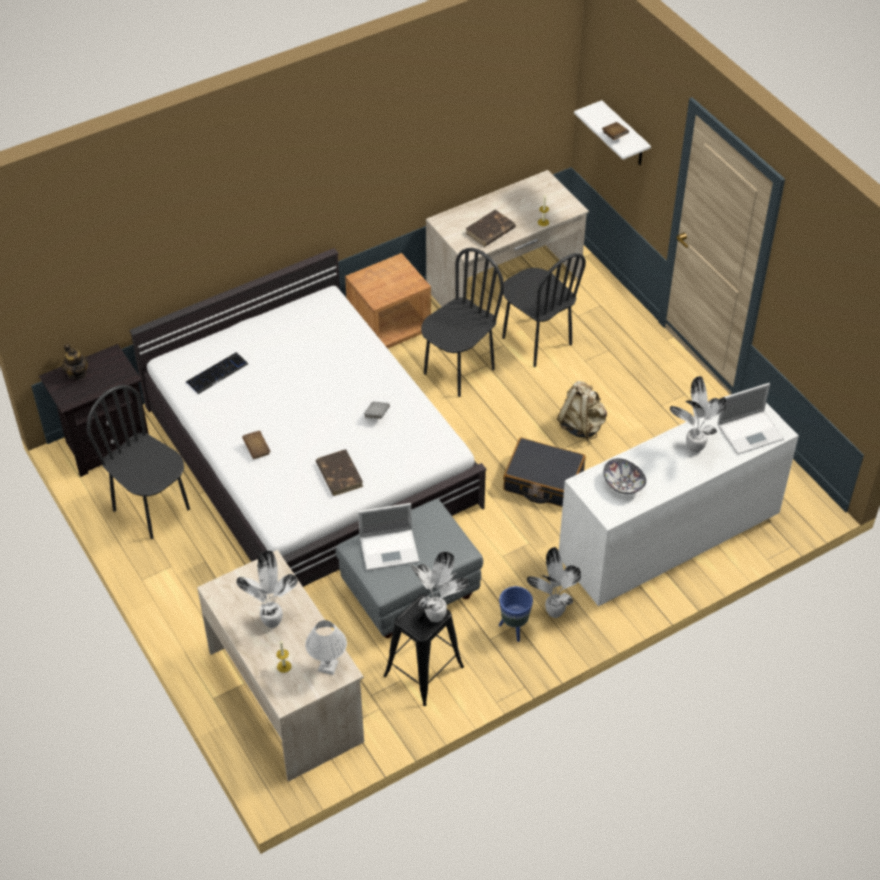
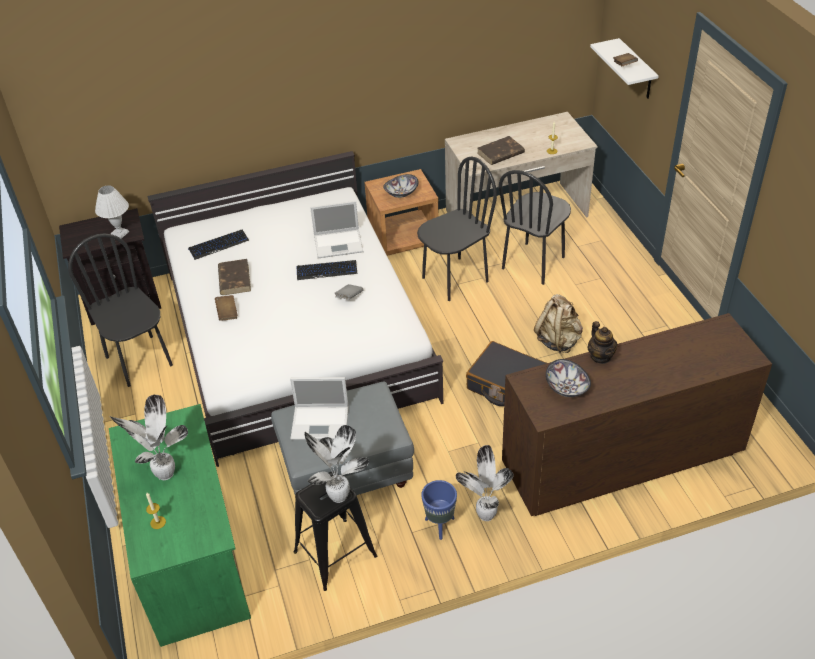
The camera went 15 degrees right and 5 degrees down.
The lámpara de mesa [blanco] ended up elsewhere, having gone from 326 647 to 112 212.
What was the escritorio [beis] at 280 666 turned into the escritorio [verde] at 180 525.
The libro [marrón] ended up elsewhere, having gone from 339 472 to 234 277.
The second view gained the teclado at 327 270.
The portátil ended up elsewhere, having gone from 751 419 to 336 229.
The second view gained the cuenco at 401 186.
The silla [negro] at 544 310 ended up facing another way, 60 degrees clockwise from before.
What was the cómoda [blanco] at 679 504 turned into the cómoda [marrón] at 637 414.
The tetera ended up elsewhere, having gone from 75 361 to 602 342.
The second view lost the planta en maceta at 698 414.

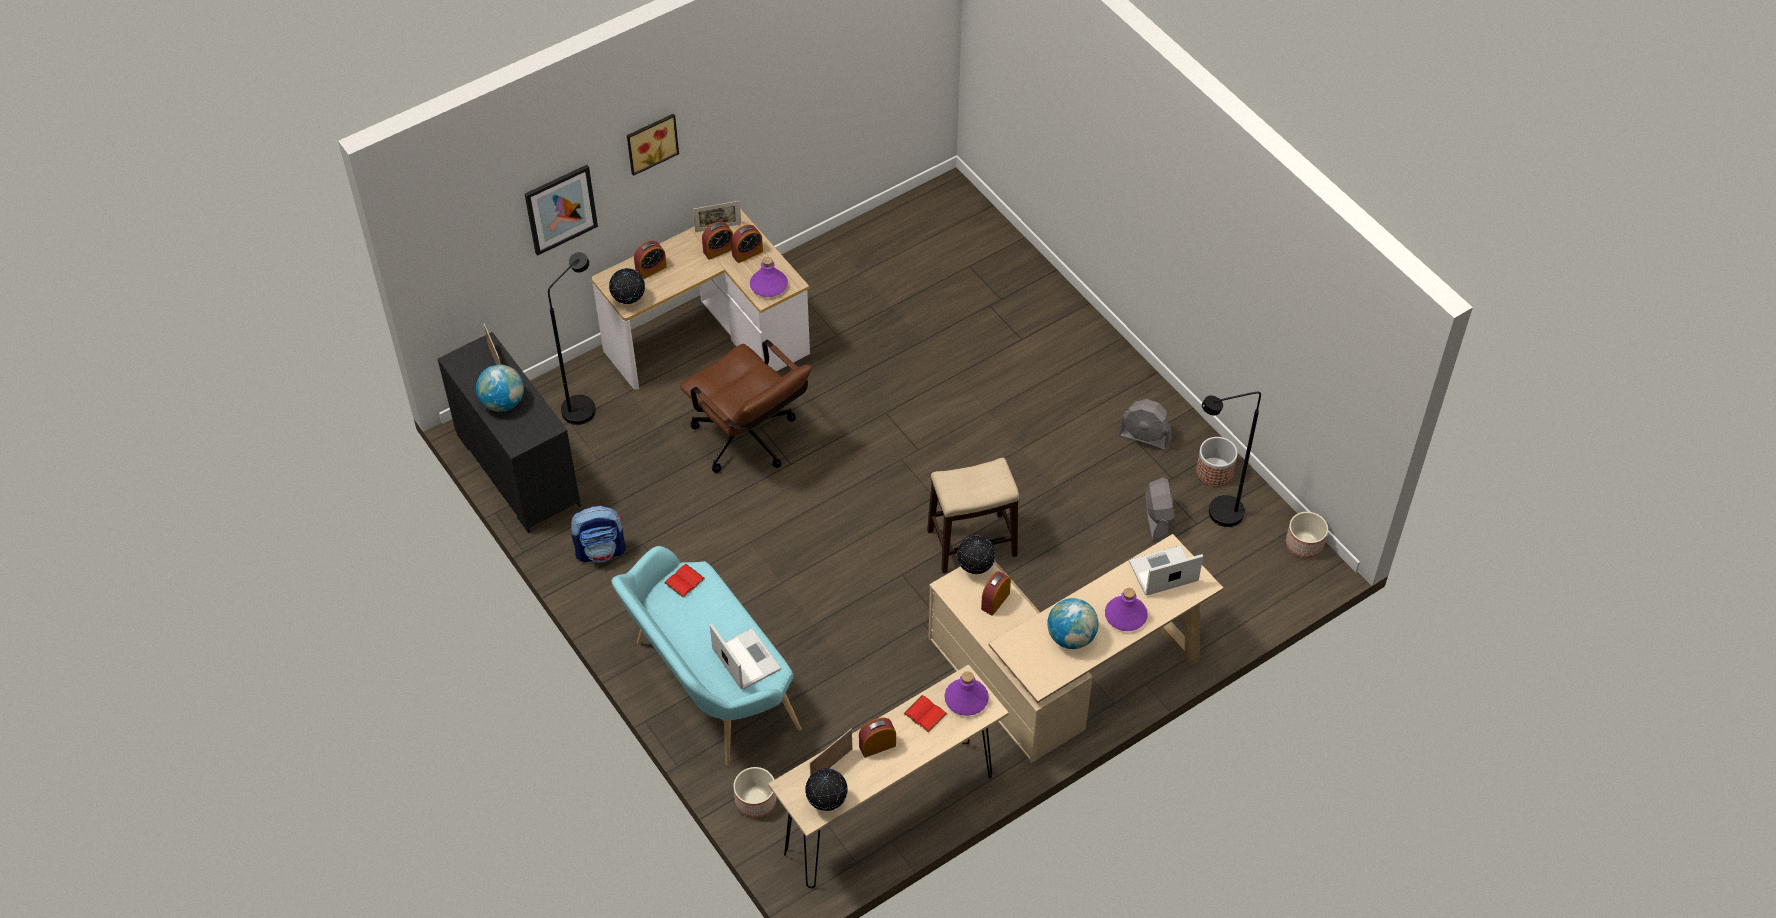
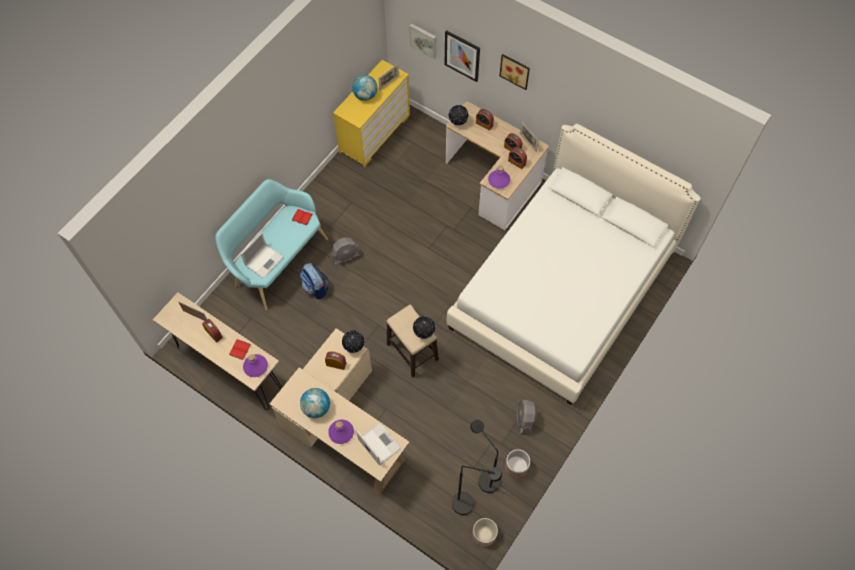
The camera went 70 degrees right and 10 degrees up.
The mochila ended up elsewhere, having gone from 598 534 to 314 281.
The ventilador [gris] ended up elsewhere, having gone from 1160 509 to 345 251.
What was the cómoda [negro] at 509 432 turned into the cómoda [amarillo] at 371 113.
The second view gained the cuadro at 422 41.
The globo terráqueo ended up elsewhere, having gone from 826 789 to 424 327.
The second view gained the cama [blanco] at 574 264.
The lámpara de pie [negro] ended up elsewhere, having gone from 572 338 to 477 490.
The second view lost the silla de oficina [marrón] at 746 406.
The second view lost the maceta at 754 792.

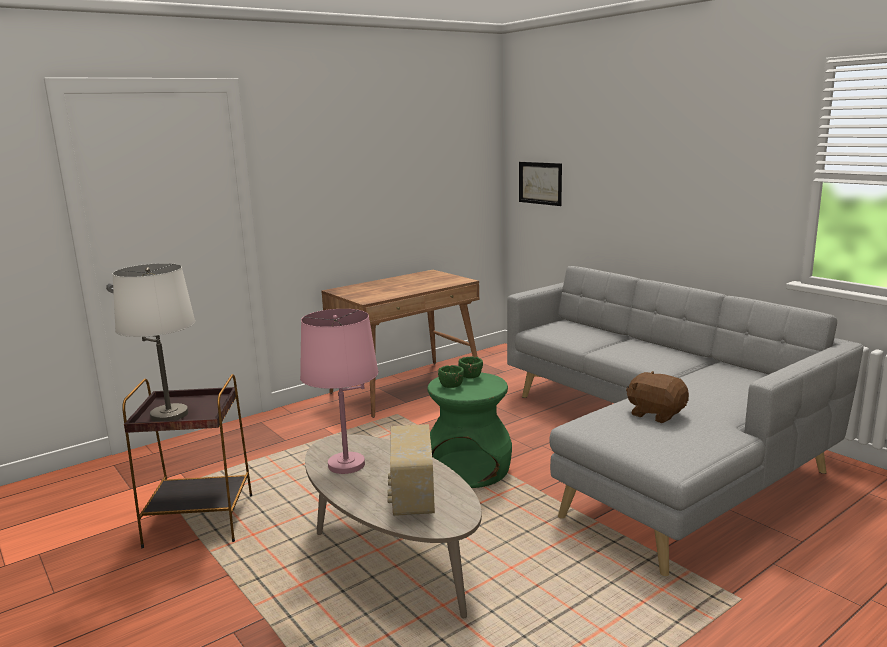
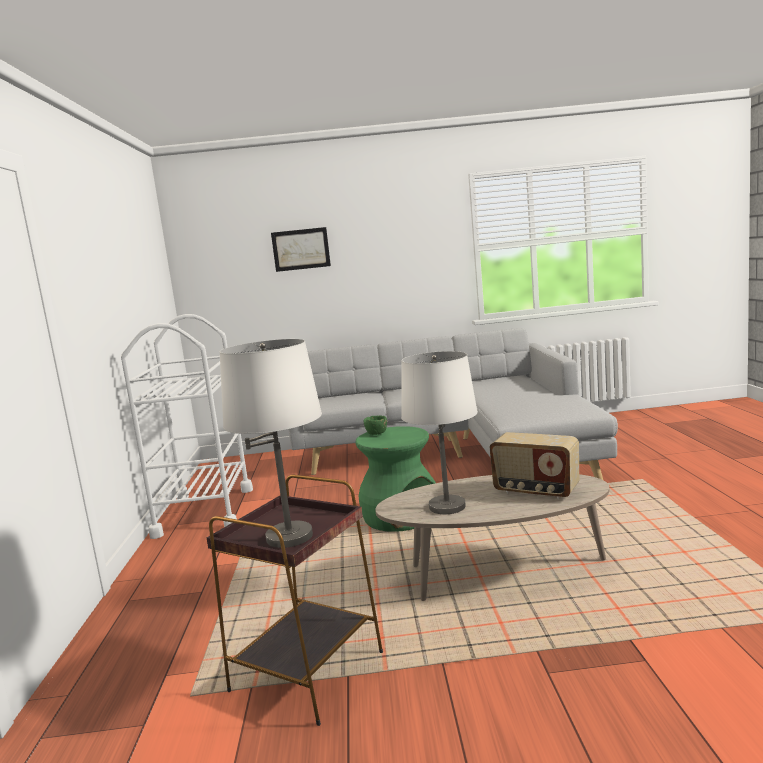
The camera went 55 degrees left and 5 degrees down.
Where the escritorio [marrón] stood at 400 344, the carrito [blanco] came to stand at 187 426.
The cuadro ended up elsewhere, having gone from 540 184 to 301 249.
What was the lámpara de mesa [rosa] at 339 391 turned into the lámpara de mesa [blanco] at 439 432.
The second view lost the cuenco [verde] at 451 376.
The second view lost the peluche [marrón] at 657 397.

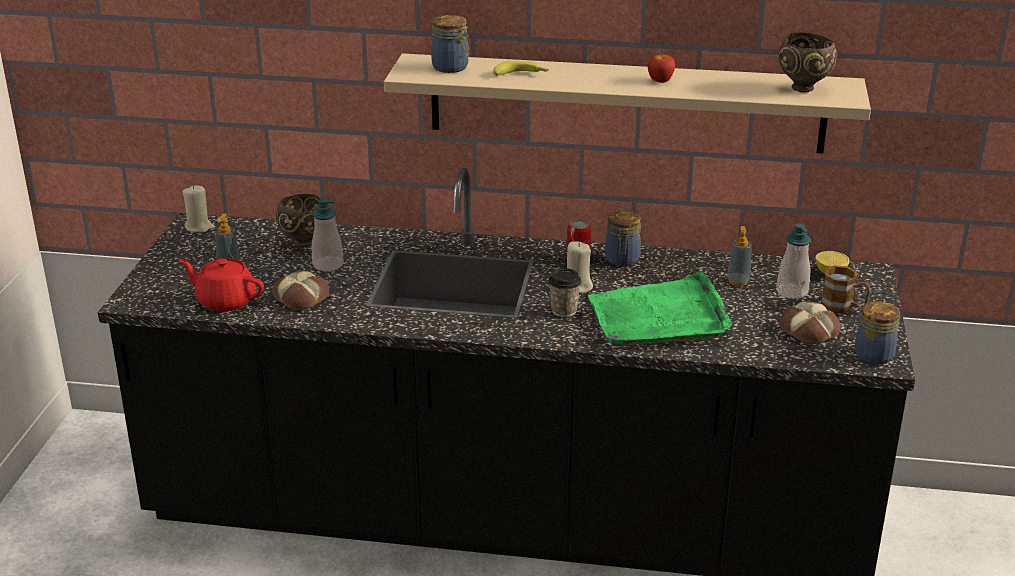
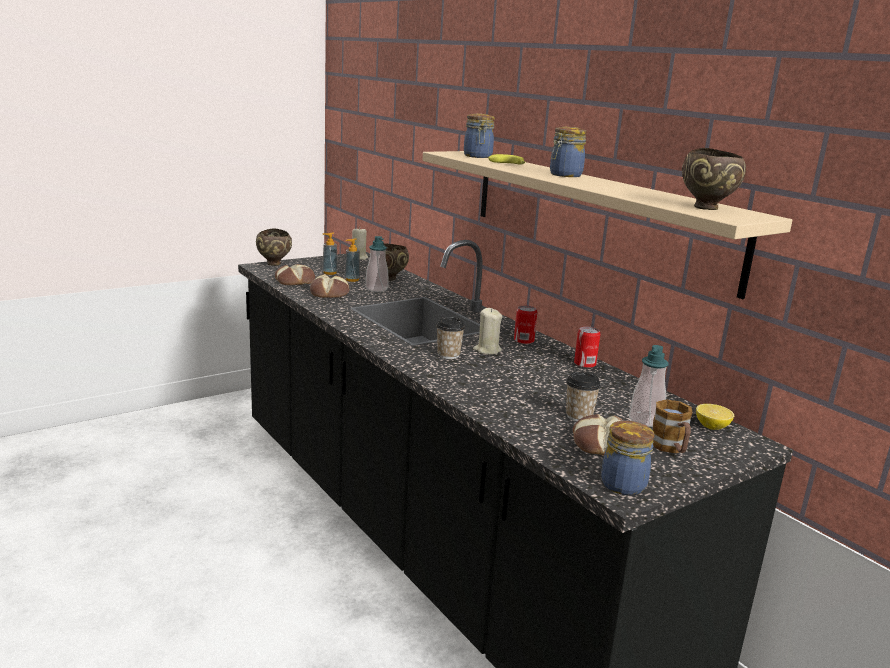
The camera went 45 degrees right and 10 degrees down.
The second view gained the cuenco [marrón] at 274 247.
Where the tetera [rojo] stood at 221 285, the pan came to stand at 295 274.
The dispensador de jabón ended up elsewhere, having gone from 739 256 to 352 260.
The tarro ended up elsewhere, having gone from 623 238 to 568 152.
The second view gained the taza at 583 396.
The second view gained the lata at 587 347.
The second view lost the bandeja [verde] at 660 309.
The second view lost the manzana at 661 68.

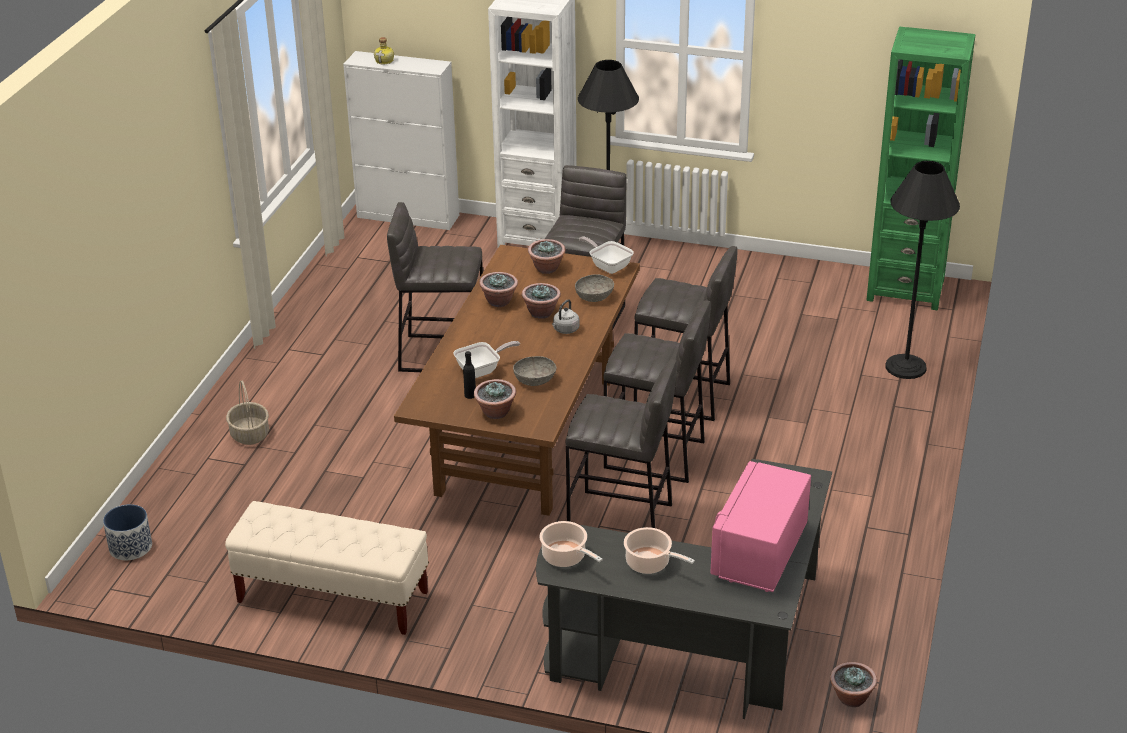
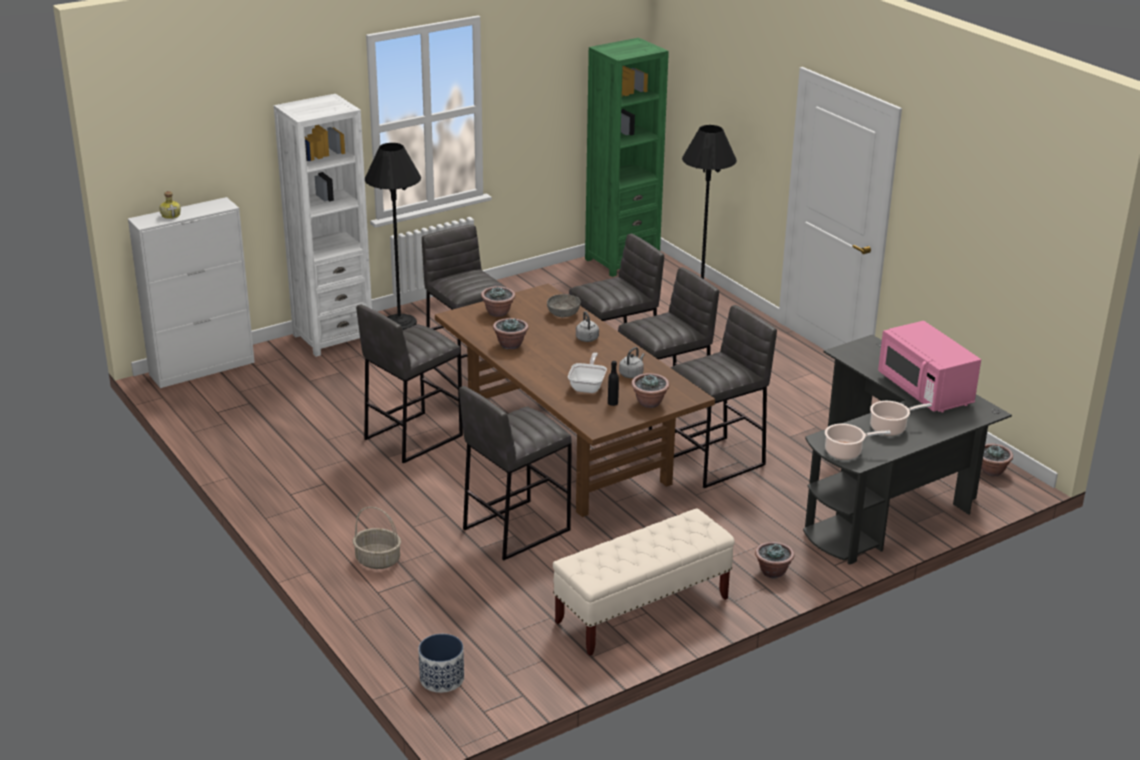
The camera went 50 degrees left and 5 degrees down.
The second view gained the taburete [gris] at 515 473.
Where the cuenco [gris] stood at 534 371, the hervidor [gris] came to stand at 632 362.
The planta en maceta ended up elsewhere, having gone from 541 301 to 774 560.
The second view lost the sartén at 606 255.

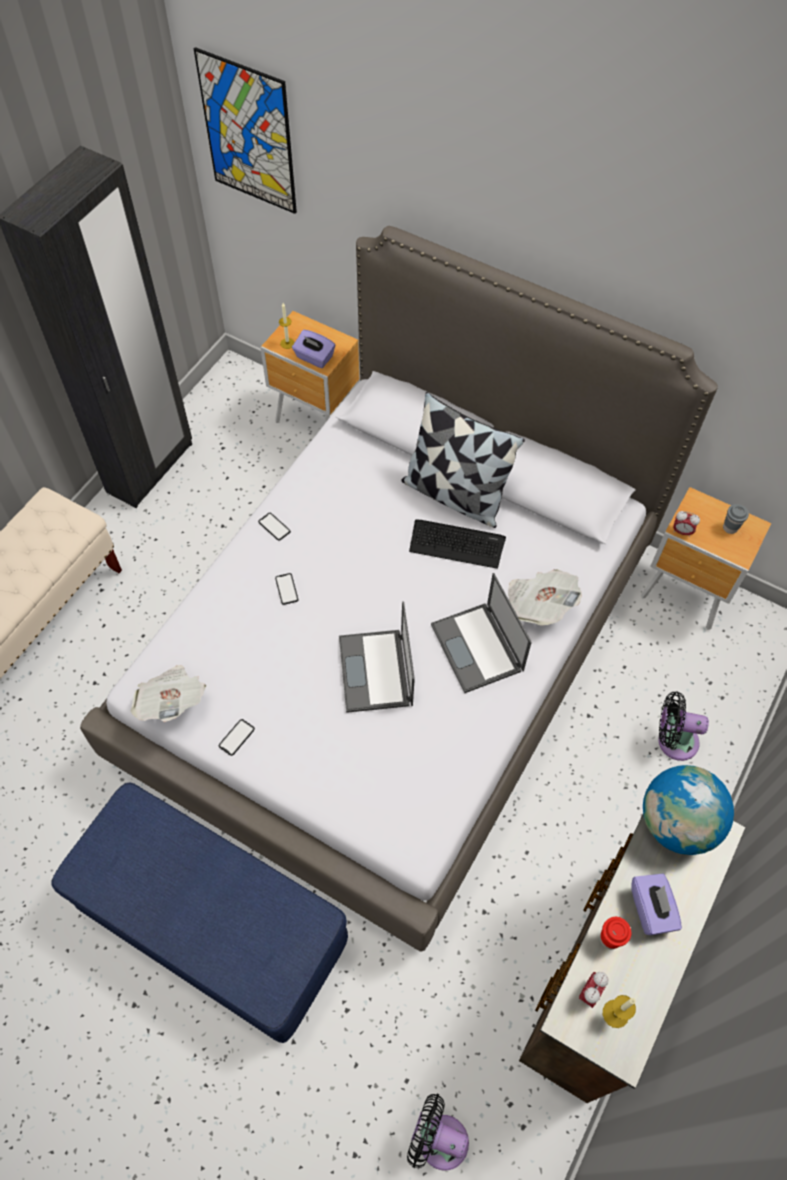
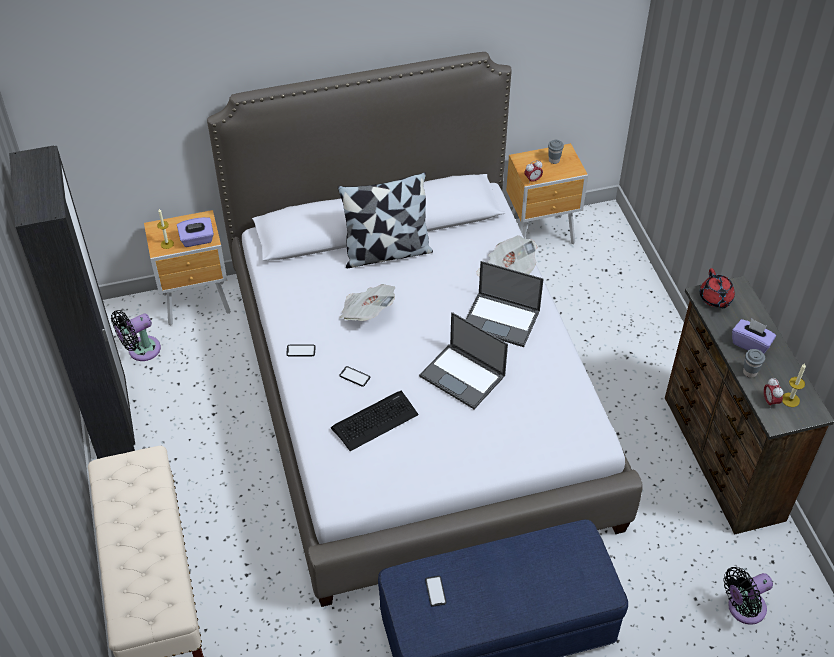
The camera went 45 degrees left and 10 degrees down.
The ventilador [negro] ended up elsewhere, having gone from 683 726 to 136 335.
The teclado ended up elsewhere, having gone from 457 544 to 375 420.
The periódico ended up elsewhere, having gone from 168 693 to 368 302.
The móvil ended up elsewhere, having gone from 237 737 to 435 591.
Where the globo terráqueo stood at 688 810, the tetera [rojo] came to stand at 717 288.
What was the taza [rojo] at 615 933 turned into the taza [gris] at 754 363.
The second view lost the cuadro at 245 130.

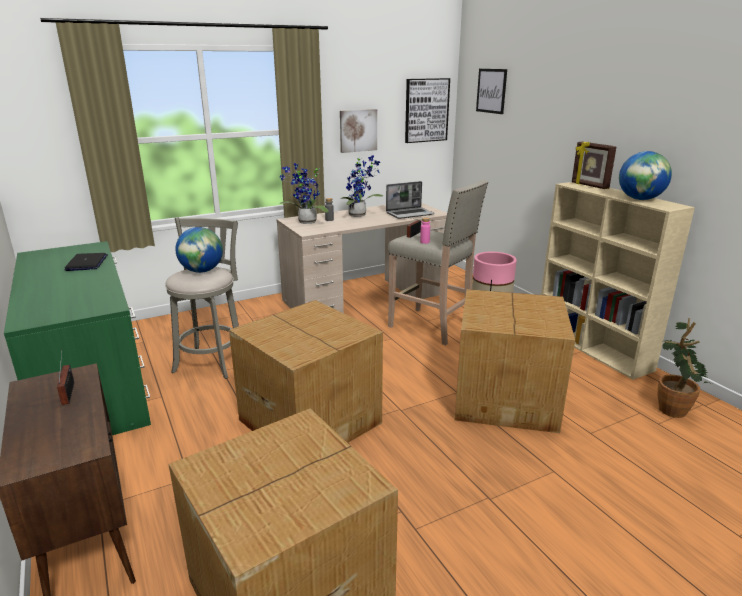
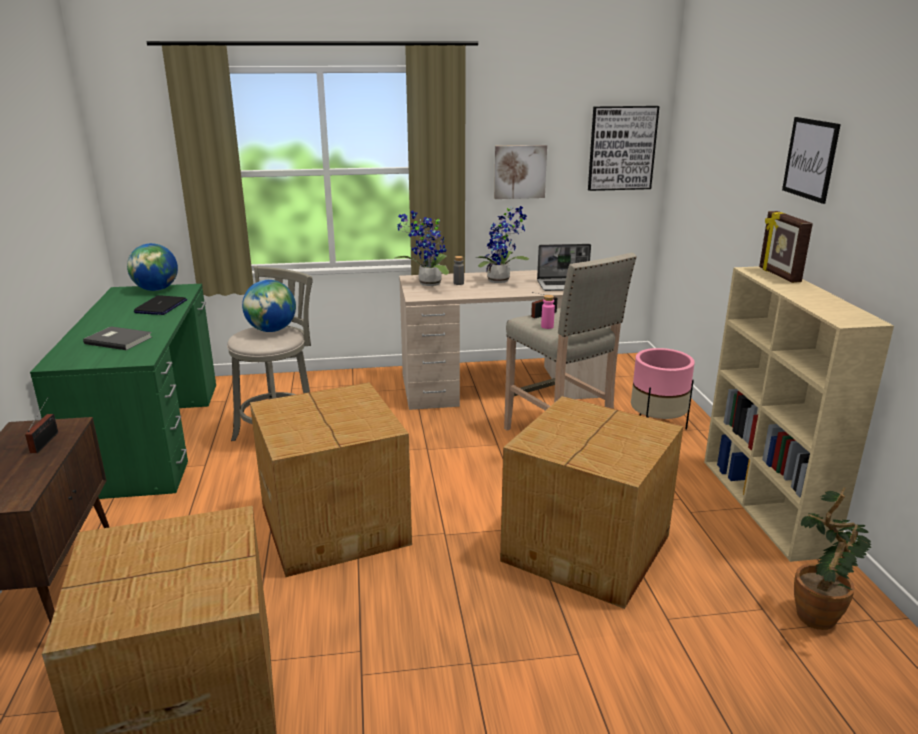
The camera went 20 degrees right and 0 degrees up.
The second view gained the libro [gris] at 117 338.
The globo terráqueo ended up elsewhere, having gone from 645 175 to 152 267.
The cuadro ended up elsewhere, having gone from 491 91 to 811 160.

